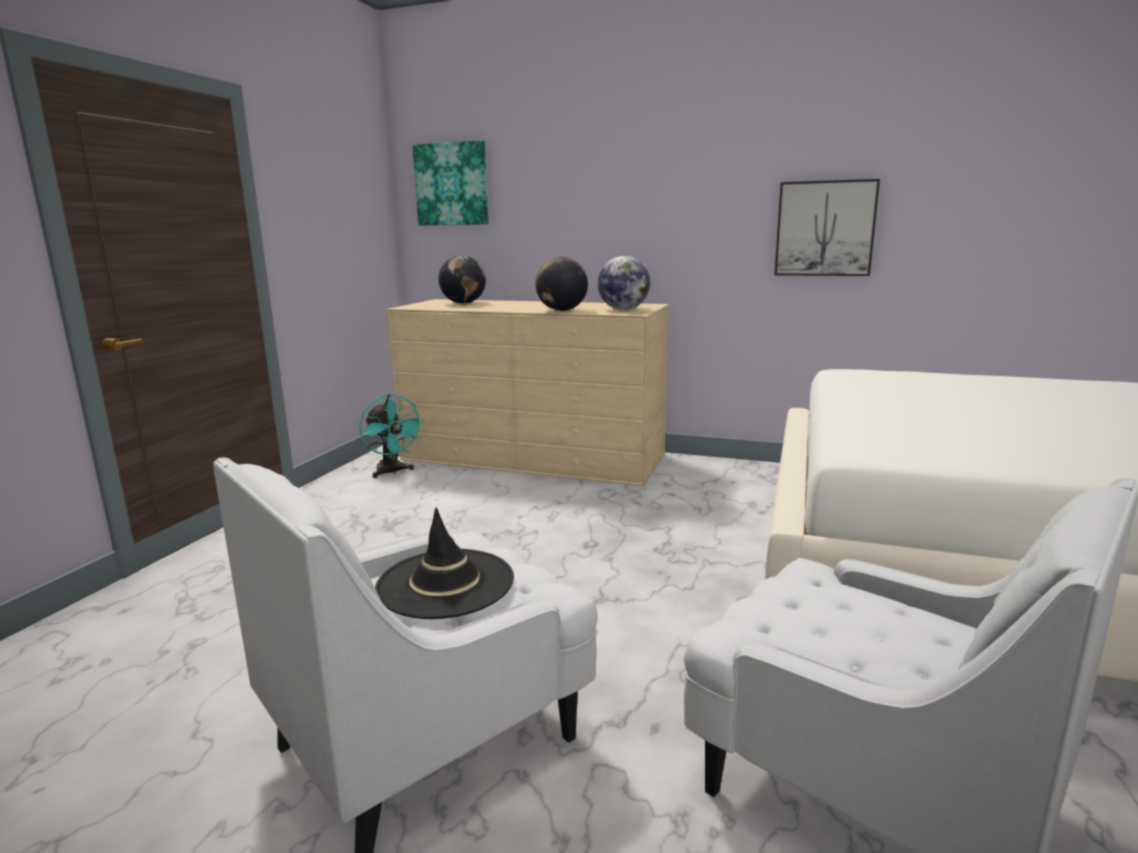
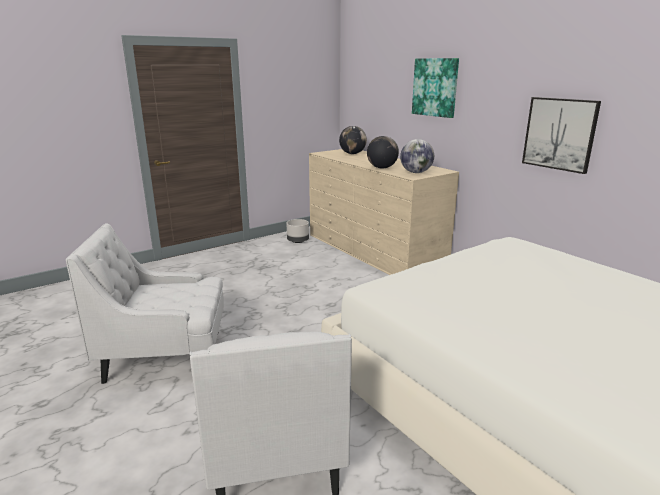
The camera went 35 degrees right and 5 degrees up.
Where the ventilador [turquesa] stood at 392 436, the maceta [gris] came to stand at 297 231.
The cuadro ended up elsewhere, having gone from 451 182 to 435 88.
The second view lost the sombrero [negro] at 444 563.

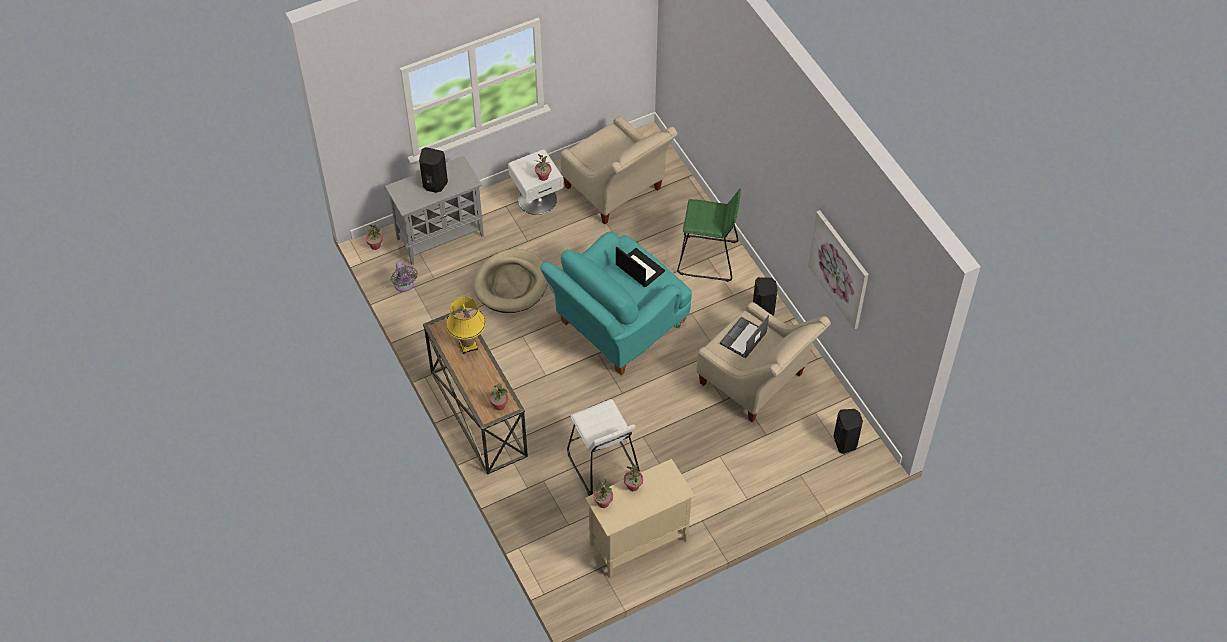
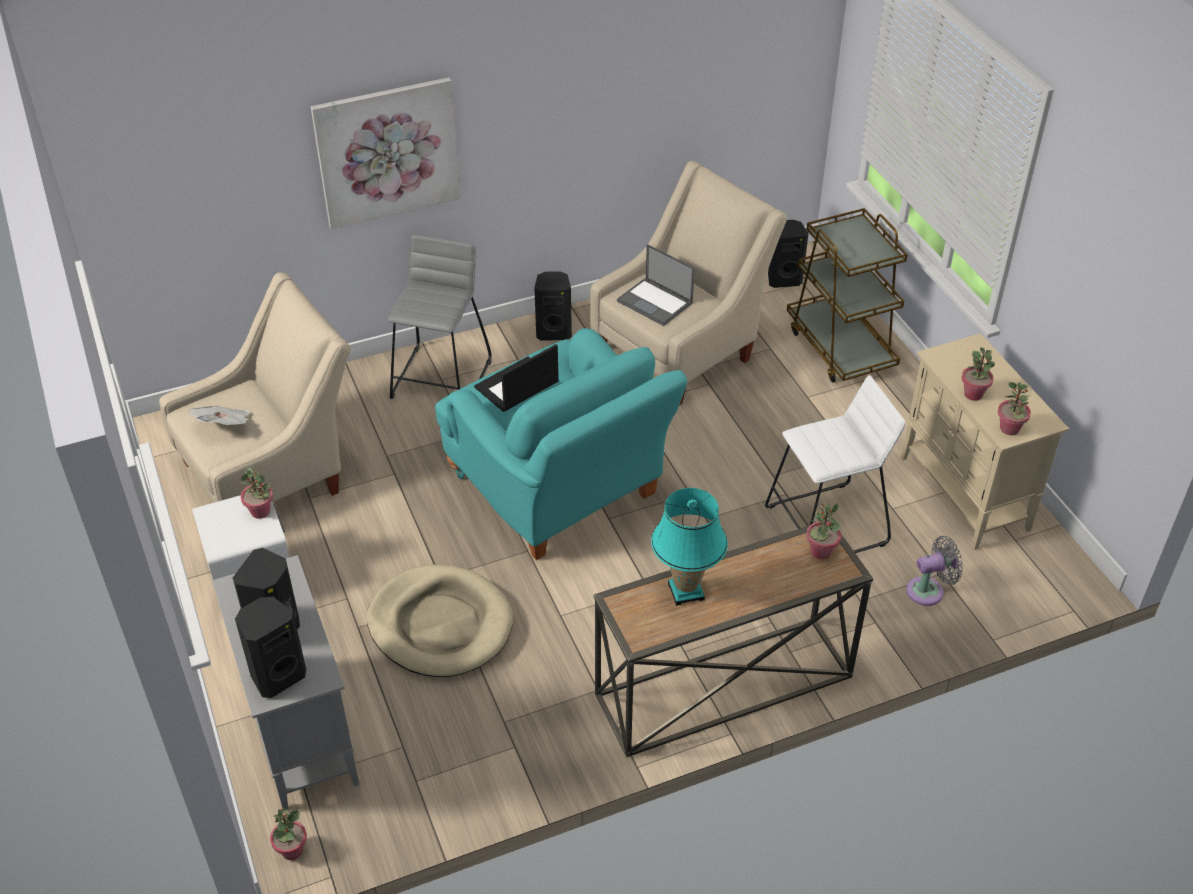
The camera went 85 degrees left and 10 degrees down.
The second view gained the periódico at 219 415.
The second view gained the altavoz [negro] at 270 647.
The cuadro ended up elsewhere, having gone from 838 269 to 386 153.
What was the taburete [verde] at 709 235 turned into the taburete [gris] at 439 317.
What was the lámpara de mesa [amarillo] at 466 325 turned into the lámpara de mesa [turquesa] at 689 547.
The second view gained the carrito [marrón] at 847 295.
The ventilador [gris] ended up elsewhere, having gone from 404 277 to 935 571.

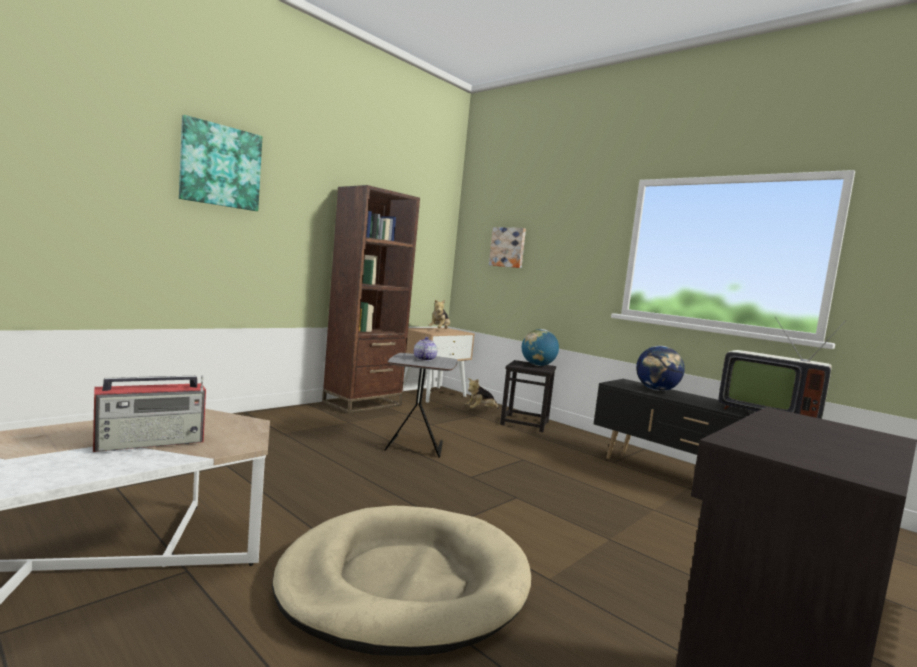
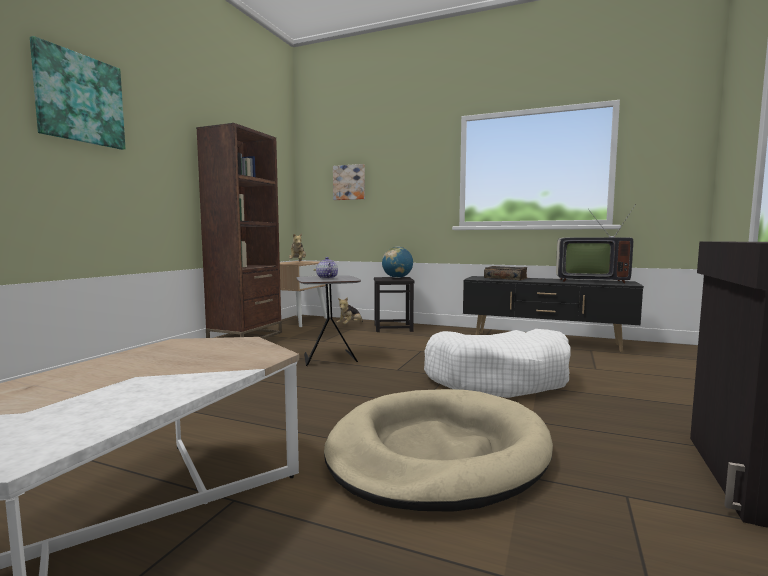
The camera went 20 degrees left and 0 degrees up.
The second view gained the cama para perro [blanco] at 497 363.
Where the globo terráqueo stood at 660 368, the libro came to stand at 506 273.
The second view lost the radio at 149 413.

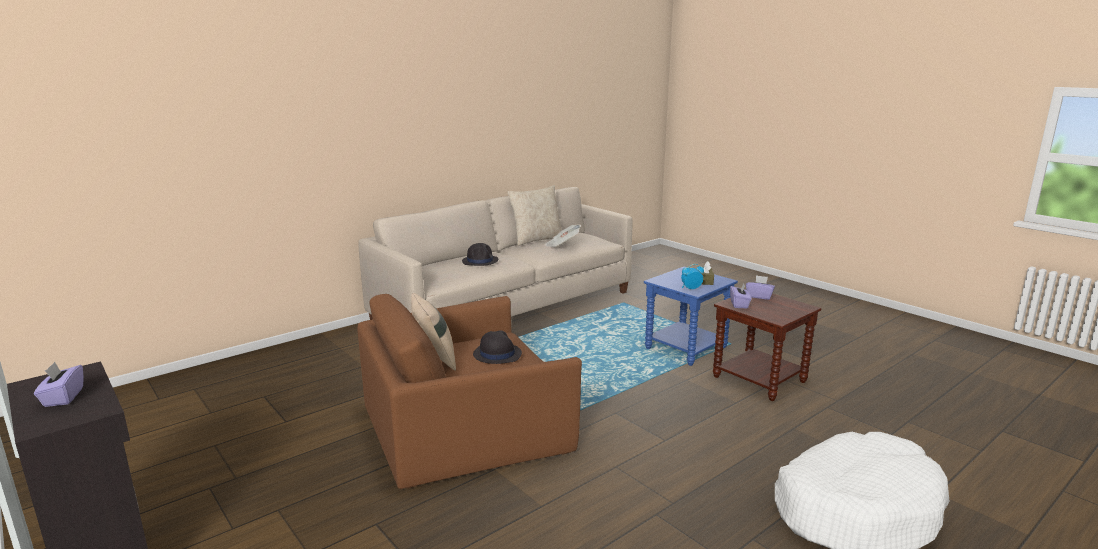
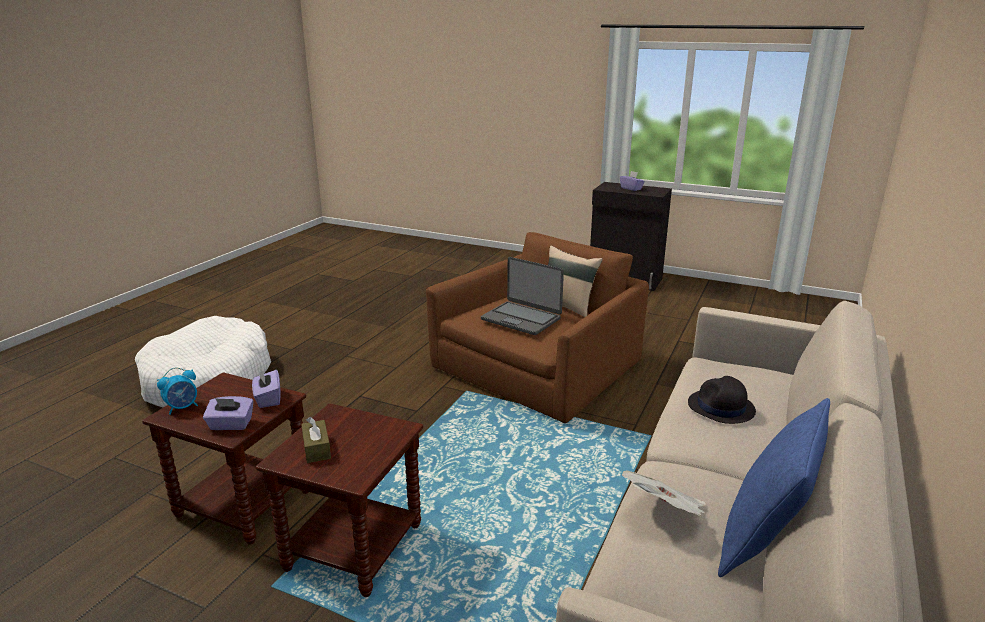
The camera went 155 degrees right and 5 degrees up.
The despertador ended up elsewhere, having gone from 692 276 to 177 391.
What was the mesa auxiliar [azul] at 691 316 turned into the mesa auxiliar [marrón] at 339 500.
Where the sombrero [negro] stood at 497 347, the portátil came to stand at 522 296.
What was the cojín [beis] at 534 215 turned into the cojín [azul] at 774 487.

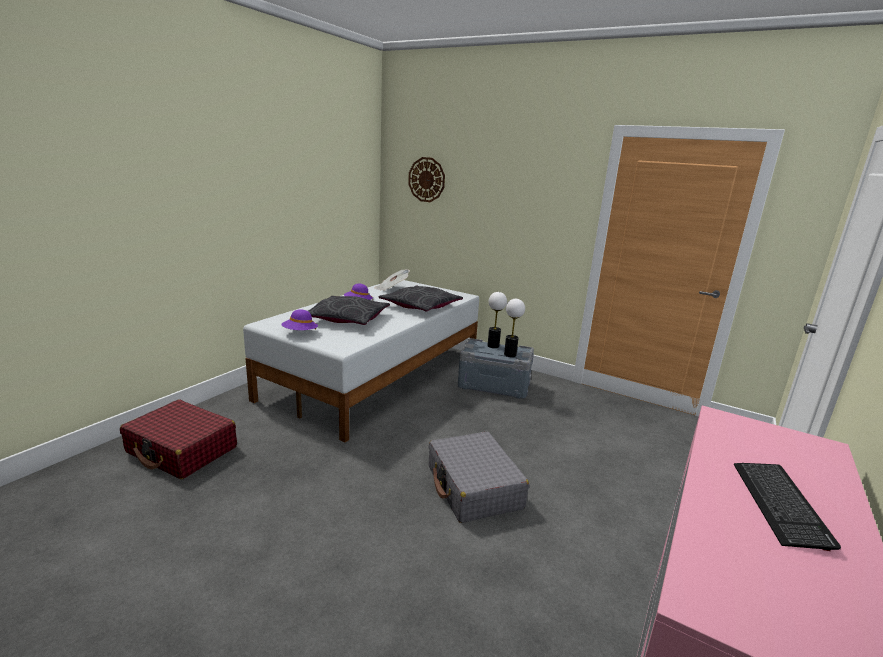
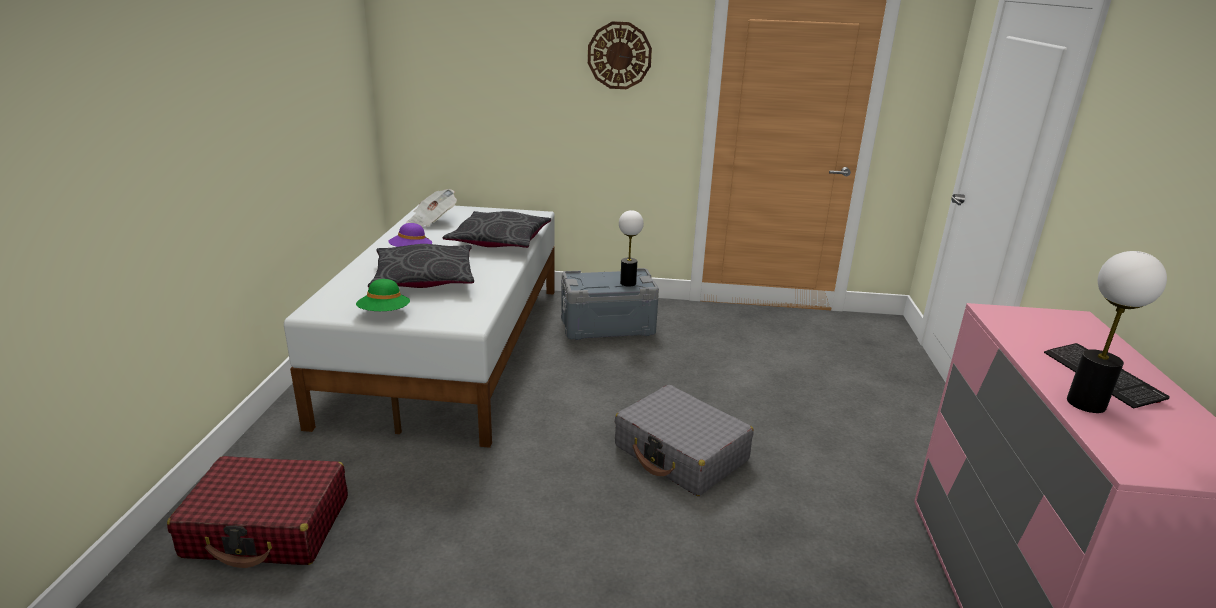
The camera went 25 degrees left and 5 degrees up.
What was the sombrero [morado] at 299 319 turned into the sombrero [verde] at 383 295.
The reloj de pared ended up elsewhere, having gone from 426 179 to 620 55.
The lámpara de mesa ended up elsewhere, having gone from 497 320 to 1117 332.

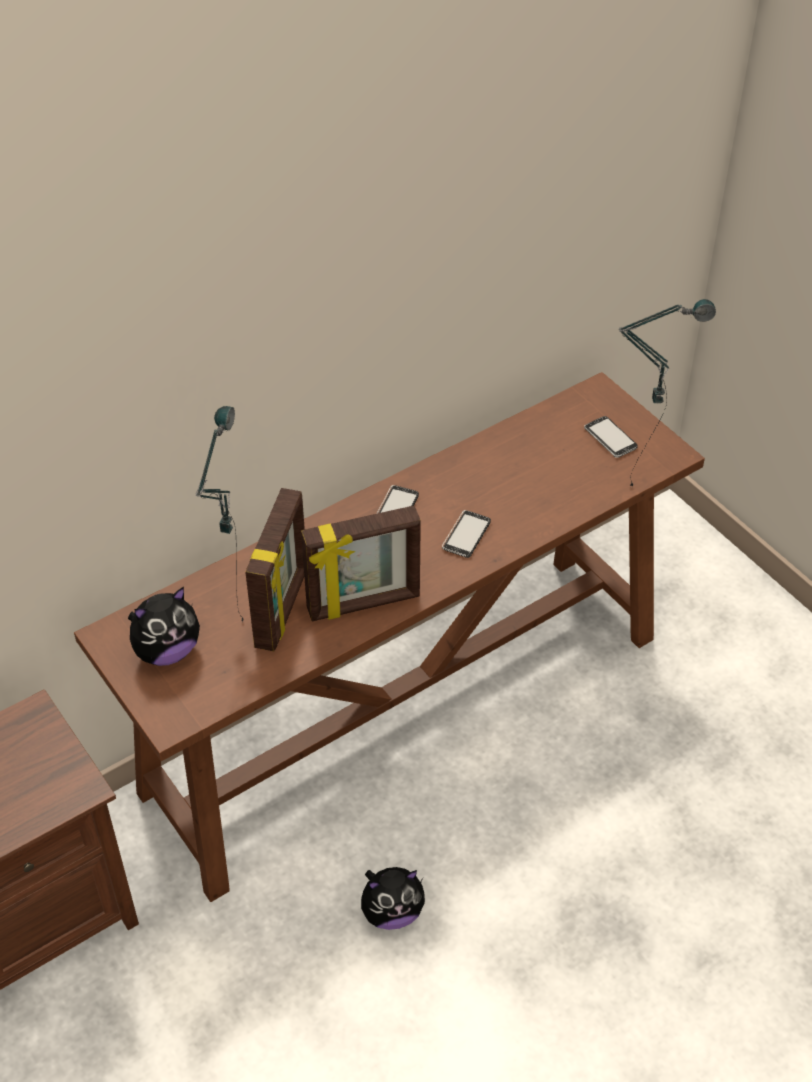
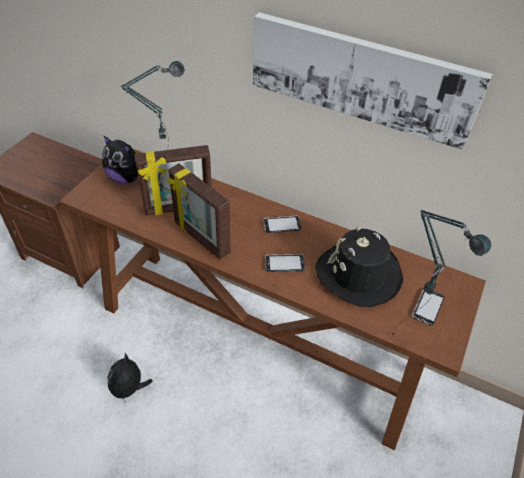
The camera went 60 degrees right and 0 degrees up.
The peluche at 393 898 ended up facing another way, 60 degrees clockwise from before.
The second view gained the cuadro at 373 81.
The second view gained the sombrero [negro] at 359 266.

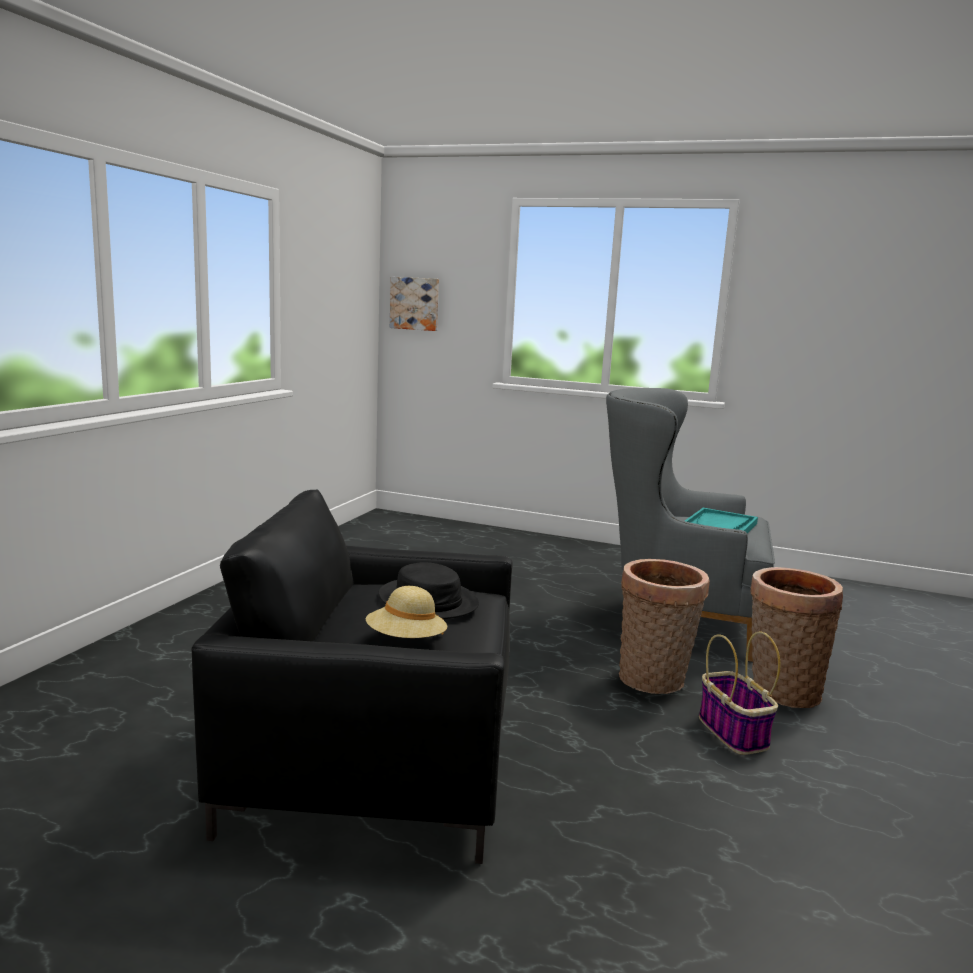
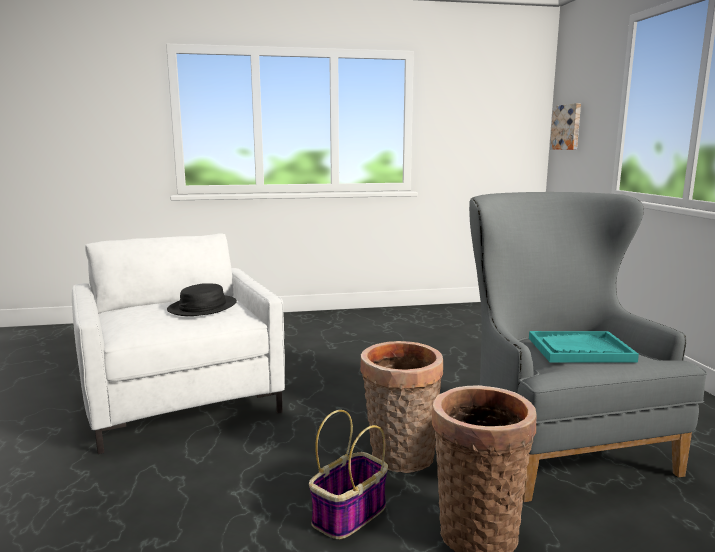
The camera went 60 degrees right and 0 degrees up.
What was the sillón [negro] at 351 677 turned into the sillón [blanco] at 178 343.
The second view lost the sombrero [beis] at 406 612.

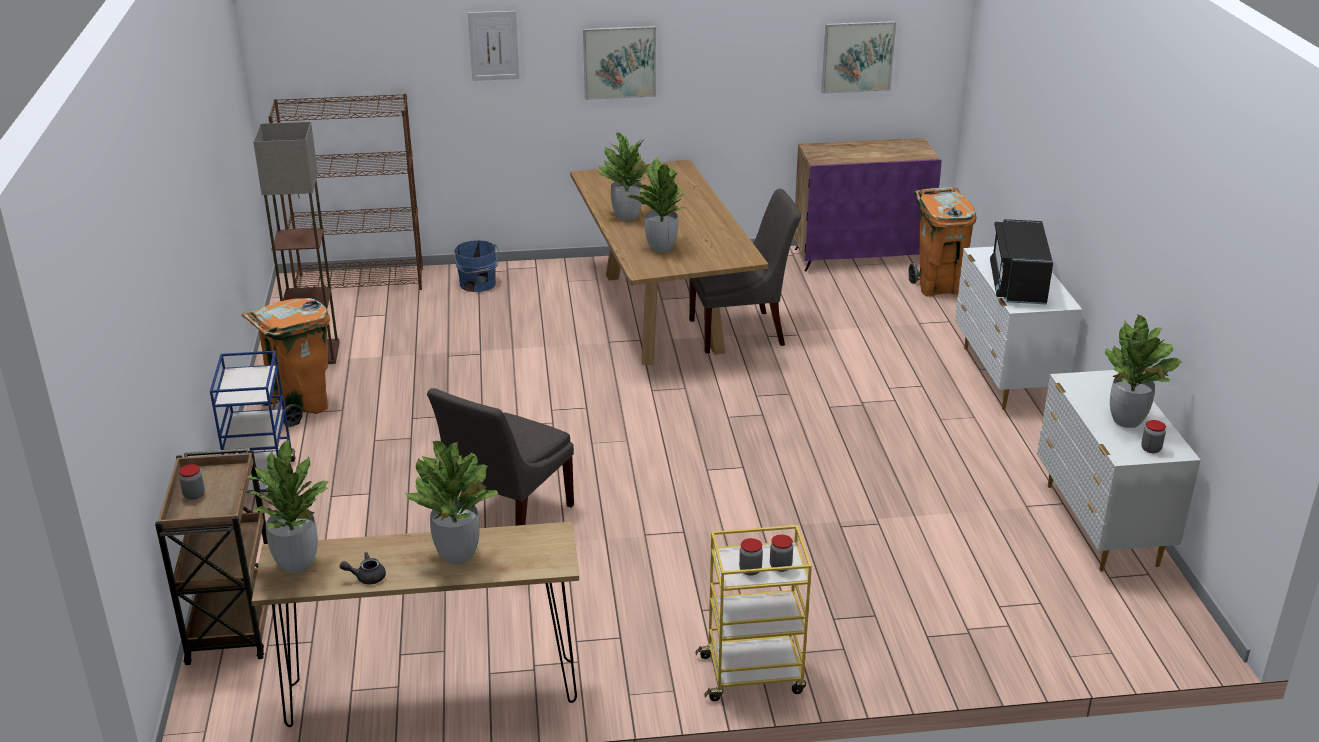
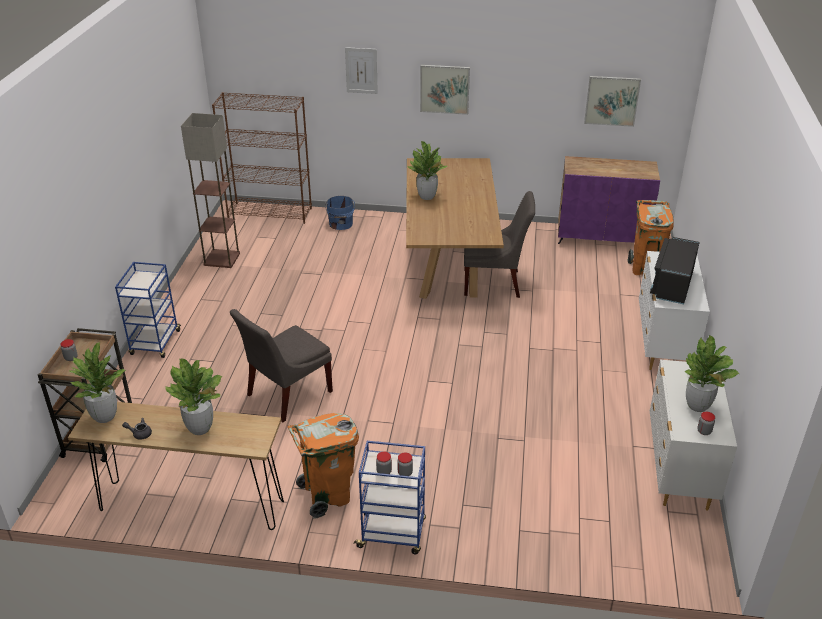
The camera went 15 degrees right and 5 degrees up.
The papelera [naranja] ended up elsewhere, having gone from 286 363 to 323 466.
What was the carrito [amarillo] at 753 613 turned into the carrito [azul] at 389 497.
The second view lost the planta en maceta at 657 205.

